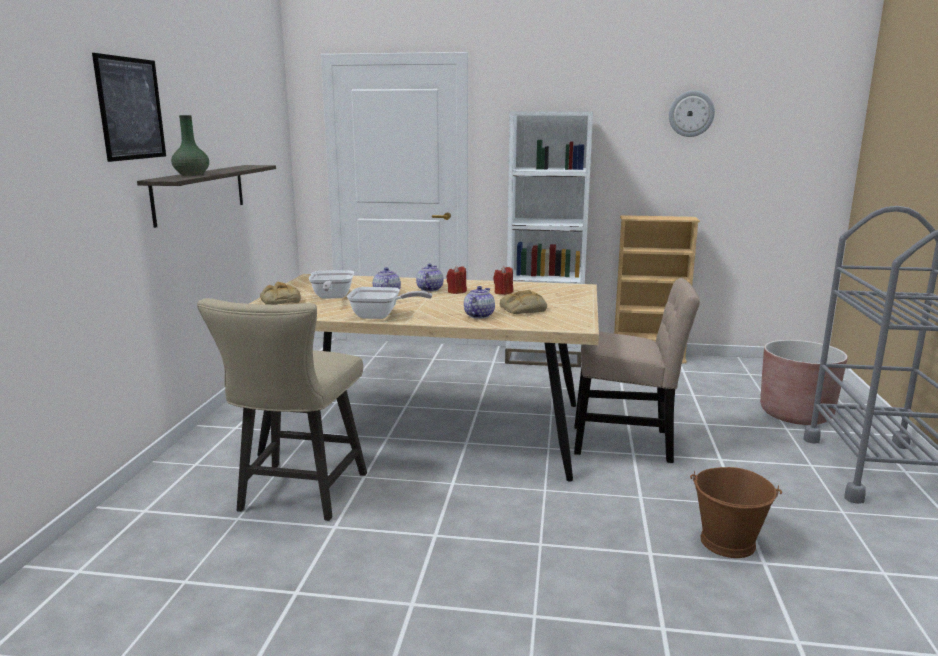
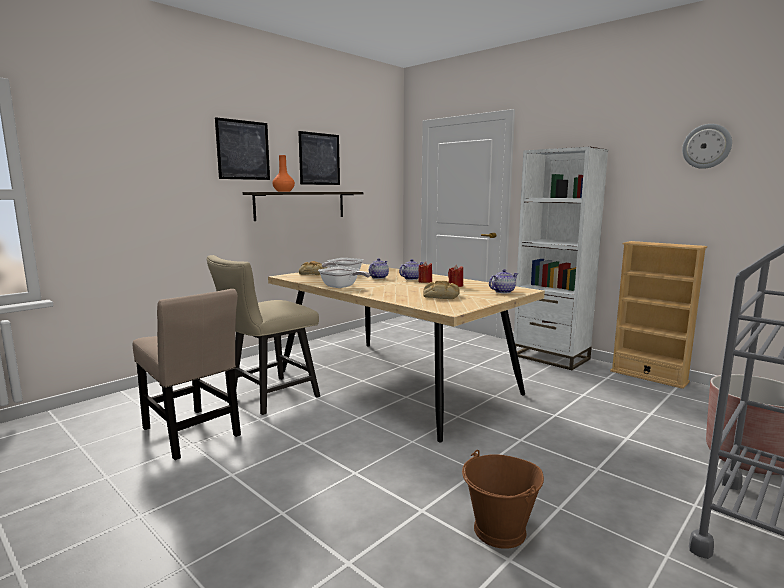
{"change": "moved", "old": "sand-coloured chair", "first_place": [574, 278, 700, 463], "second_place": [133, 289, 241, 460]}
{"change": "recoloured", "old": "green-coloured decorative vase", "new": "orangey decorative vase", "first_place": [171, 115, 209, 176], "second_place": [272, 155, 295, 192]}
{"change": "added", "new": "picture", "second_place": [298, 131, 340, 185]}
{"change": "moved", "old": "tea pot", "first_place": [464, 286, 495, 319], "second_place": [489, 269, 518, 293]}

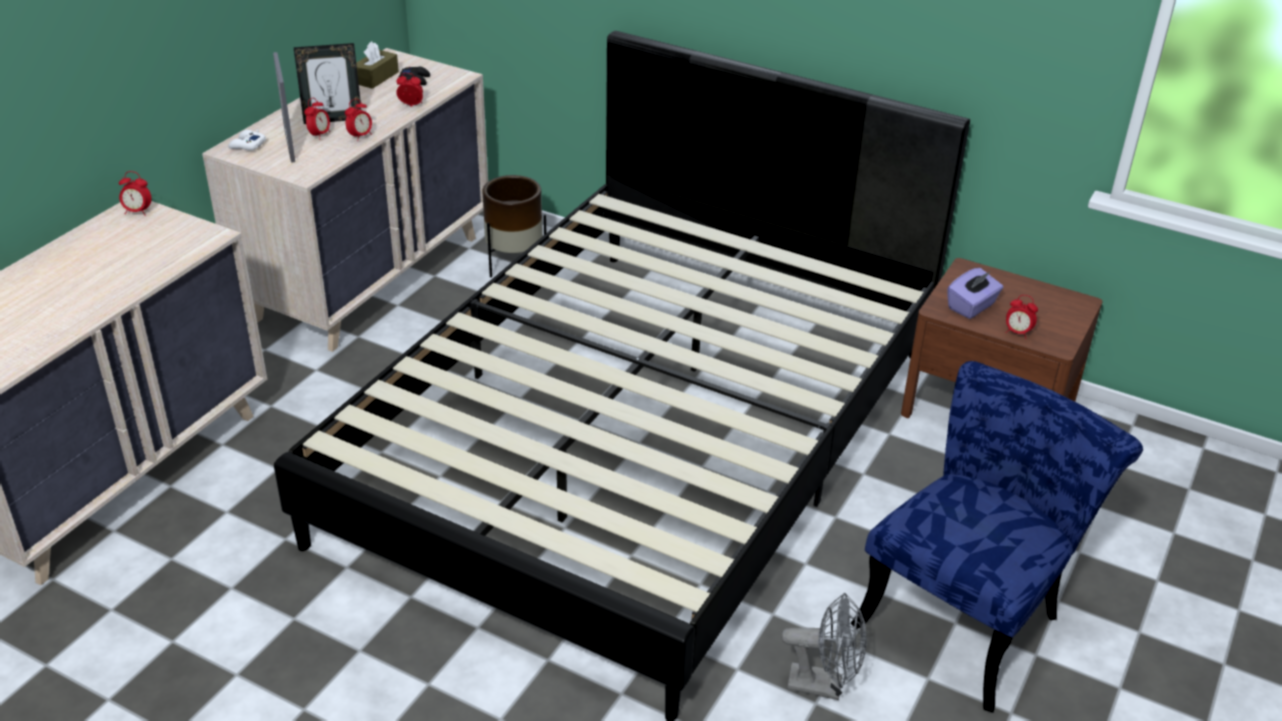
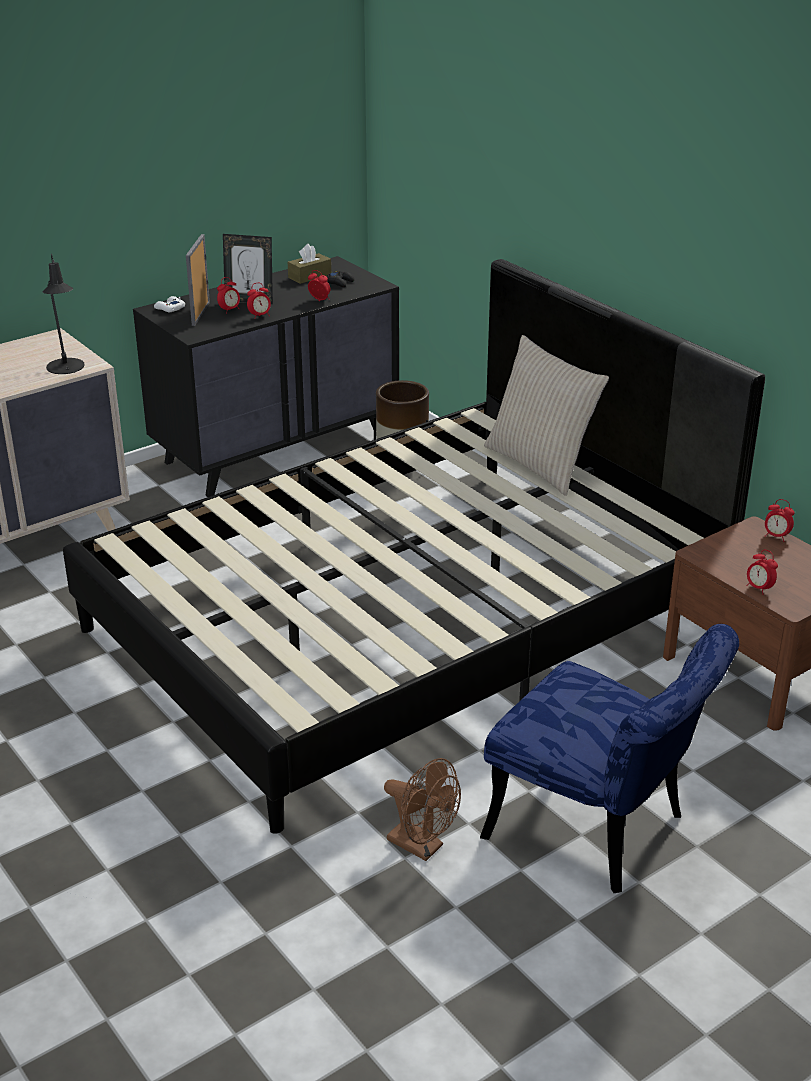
{"change": "added", "new": "black-coloured table lamp", "second_place": [43, 254, 85, 374]}
{"change": "recoloured", "old": "sand-coloured drawer chest", "new": "black-coloured drawer chest", "first_place": [202, 48, 488, 352], "second_place": [133, 256, 399, 497]}
{"change": "recoloured", "old": "grey cooling fan", "new": "brownish cooling fan", "first_place": [781, 593, 867, 700], "second_place": [384, 758, 461, 861]}
{"change": "turned", "old": "blue chair", "first_place": [851, 361, 1143, 713], "second_place": [480, 624, 739, 893], "degrees": 60}
{"change": "added", "new": "sand-coloured throw pillow", "second_place": [484, 335, 609, 496]}
{"change": "moved", "old": "alarm clock", "first_place": [119, 171, 151, 216], "second_place": [765, 499, 795, 542]}
{"change": "removed", "old": "purple box of tissues", "first_place": [947, 268, 1003, 319]}

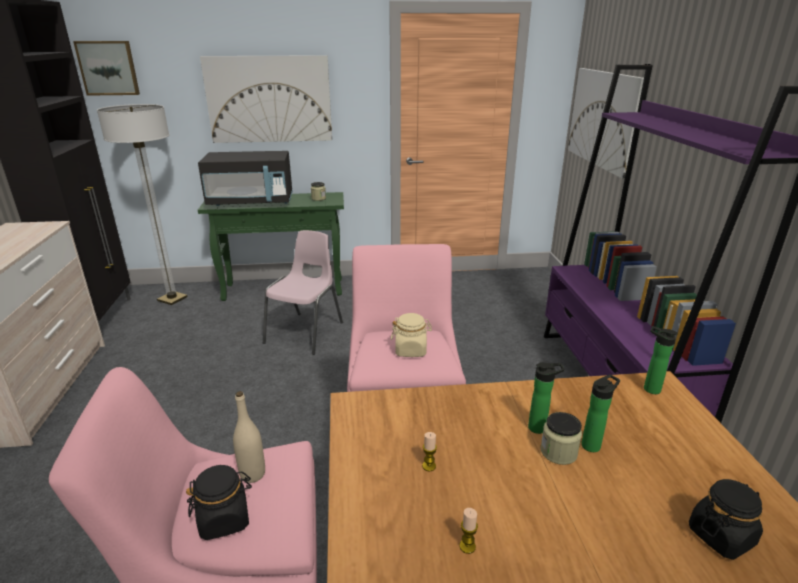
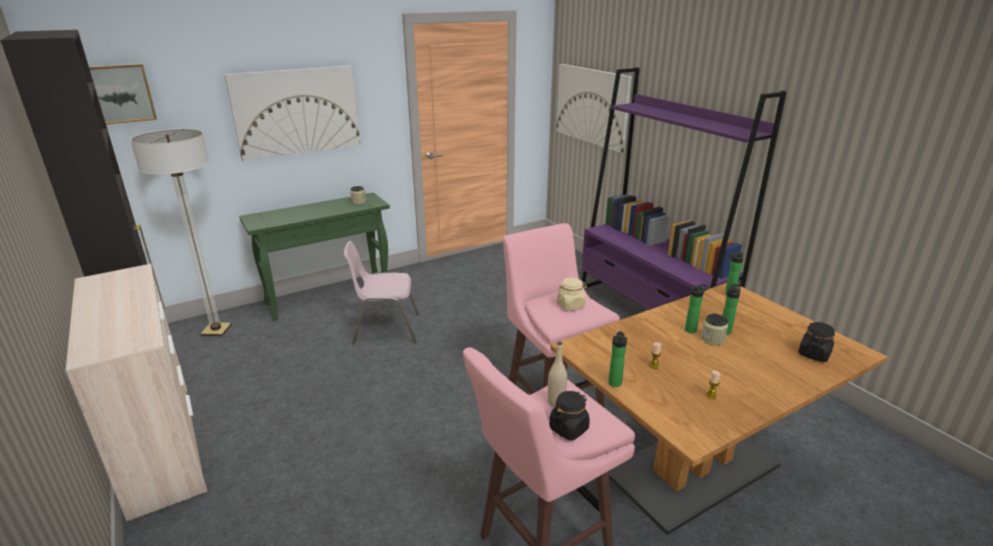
{"change": "turned", "old": "pink chair", "first_place": [263, 230, 343, 355], "second_place": [344, 241, 420, 344], "degrees": -90}
{"change": "added", "new": "drink bottle", "second_place": [608, 331, 627, 387]}
{"change": "removed", "old": "black-coloured microwave oven", "first_place": [198, 151, 293, 206]}

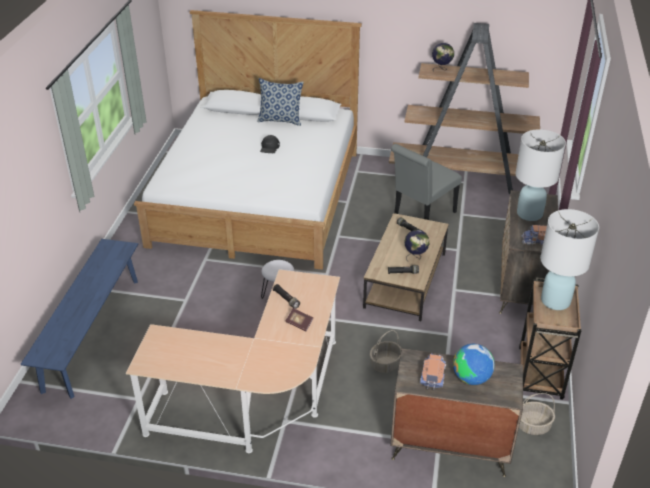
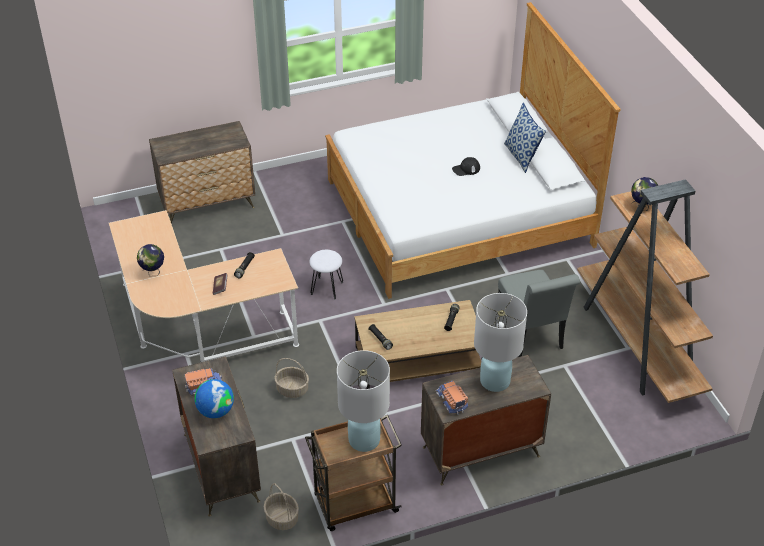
{"change": "moved", "old": "globe", "first_place": [405, 230, 429, 262], "second_place": [137, 244, 164, 276]}
{"change": "replaced", "old": "blue indoor bench", "new": "drawer chest", "first_place": [20, 239, 138, 399], "second_place": [149, 121, 255, 224]}
{"change": "turned", "old": "grey chair", "first_place": [391, 144, 462, 220], "second_place": [498, 270, 580, 357], "degrees": -120}

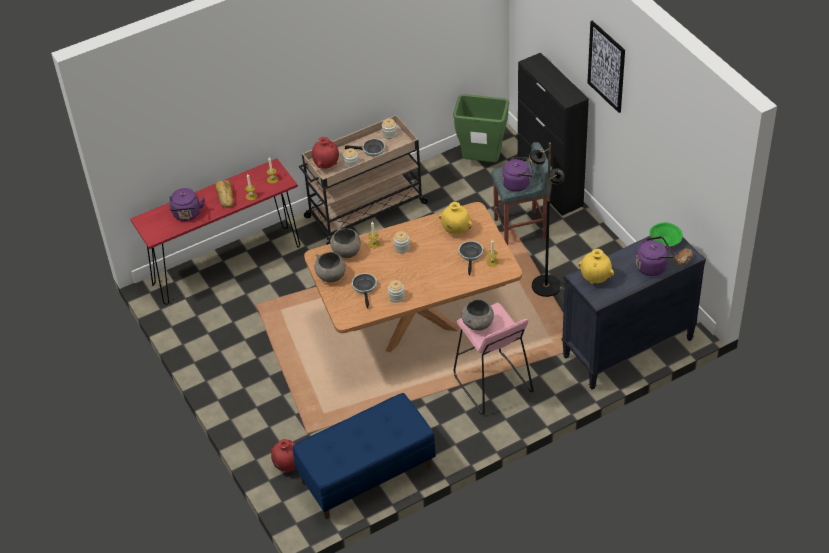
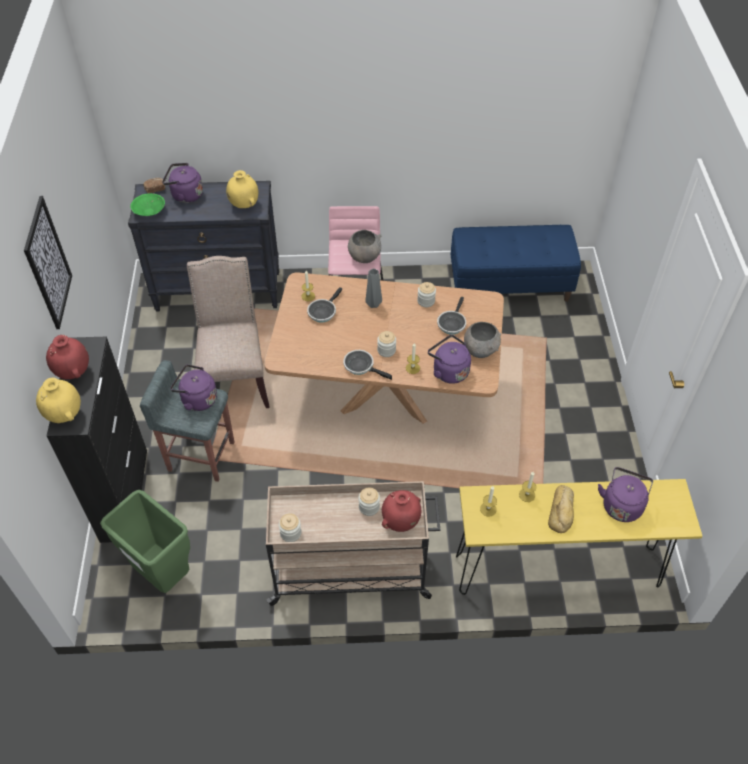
{"change": "moved", "old": "yellowish decorative vase", "first_place": [439, 202, 472, 234], "second_place": [36, 378, 81, 423]}
{"change": "moved", "old": "reddish decorative vase", "first_place": [270, 439, 296, 472], "second_place": [46, 335, 89, 379]}
{"change": "replaced", "old": "black-coloured standard lamp", "new": "sand-coloured chair", "first_place": [529, 143, 565, 297], "second_place": [187, 256, 270, 408]}
{"change": "moved", "old": "pan", "first_place": [345, 139, 385, 156], "second_place": [343, 350, 392, 380]}
{"change": "added", "new": "grey decorative vase", "second_place": [365, 268, 382, 308]}
{"change": "replaced", "old": "grey bowl", "new": "purple tea kettle", "first_place": [330, 227, 361, 258], "second_place": [428, 335, 471, 384]}
{"change": "recoloured", "old": "reddish narrow table", "new": "yellowish narrow table", "first_place": [130, 159, 300, 305], "second_place": [456, 479, 703, 595]}

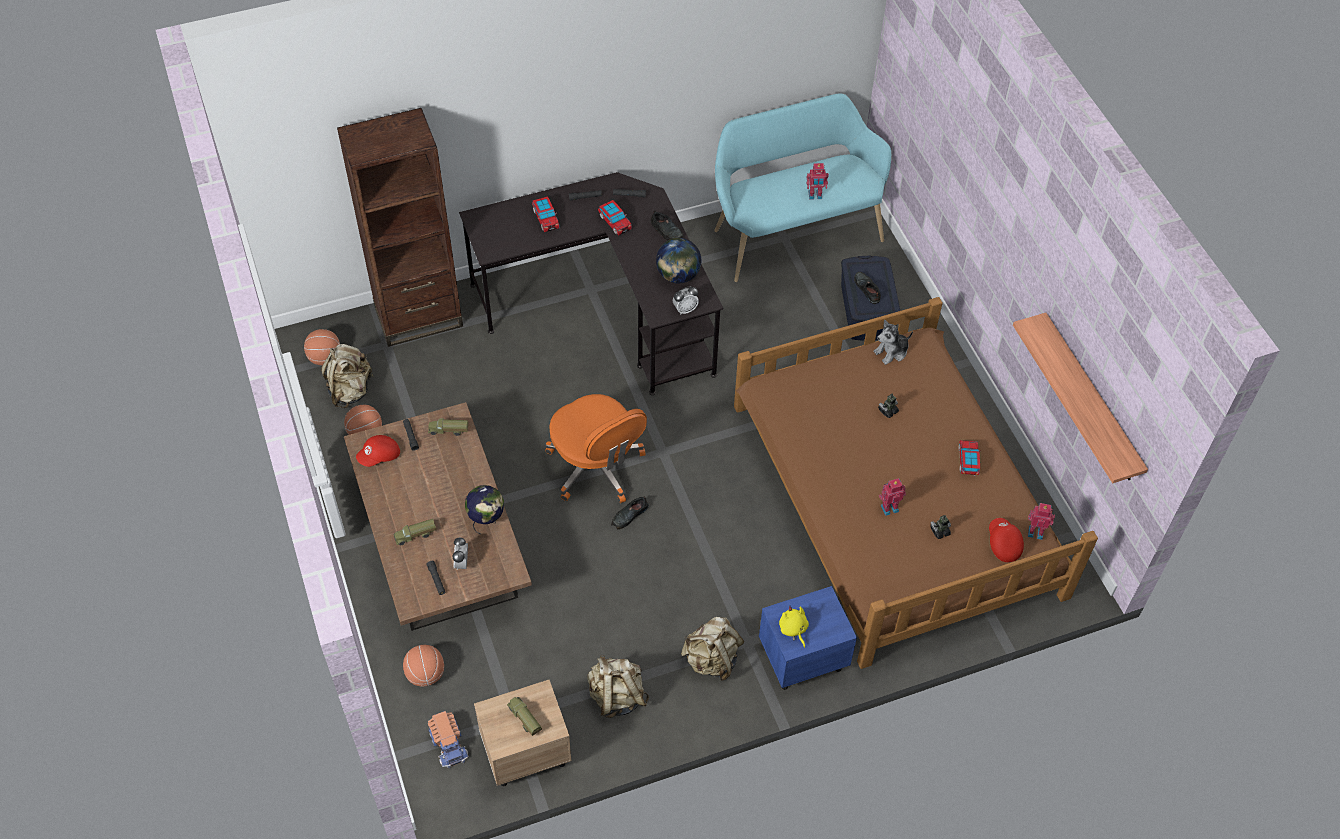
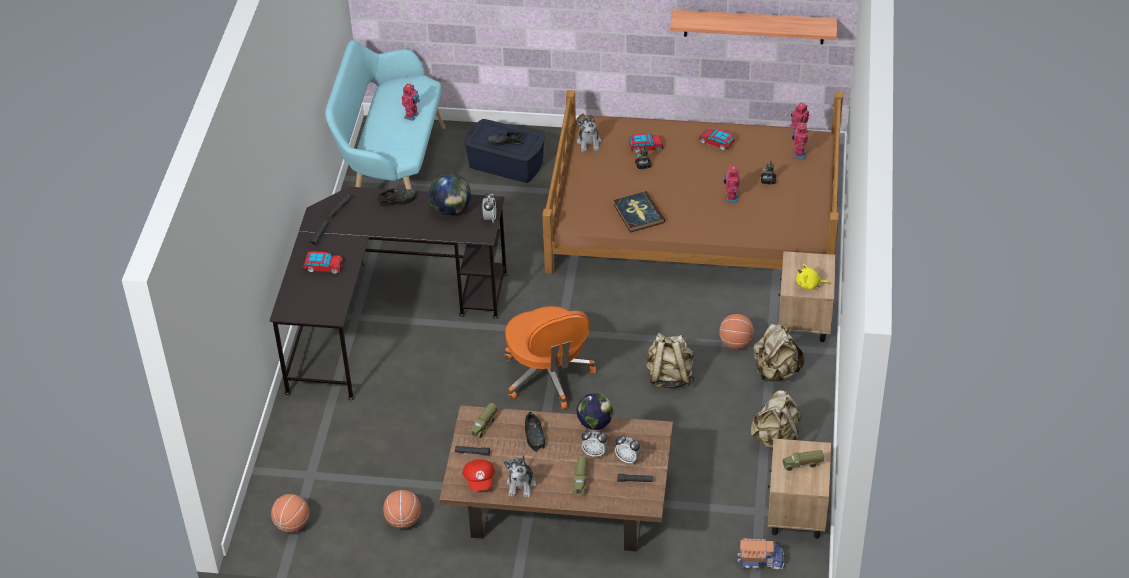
{"change": "turned", "old": "orangey computer chair", "first_place": [545, 394, 647, 503], "second_place": [504, 306, 596, 409], "degrees": 75}
{"change": "added", "new": "soft toy", "second_place": [504, 454, 536, 498]}
{"change": "moved", "old": "black-coloured shoe", "first_place": [611, 497, 649, 530], "second_place": [525, 412, 545, 452]}
{"change": "added", "new": "alarm clock", "second_place": [582, 430, 607, 457]}
{"change": "added", "new": "volume", "second_place": [614, 191, 665, 232]}
{"change": "moved", "old": "toy car", "first_place": [598, 200, 632, 236], "second_place": [628, 133, 663, 153]}
{"change": "moved", "old": "sand-coloured rucksack", "first_place": [321, 344, 374, 408], "second_place": [646, 333, 695, 388]}
{"change": "moved", "old": "basketball ball", "first_place": [403, 645, 444, 687], "second_place": [719, 314, 754, 349]}
{"change": "recoloured", "old": "blue nightstand", "new": "sand-coloured nightstand", "first_place": [759, 586, 857, 690], "second_place": [778, 251, 836, 342]}
{"change": "replaced", "old": "reddish peaked cap", "new": "robot figure", "first_place": [989, 518, 1024, 562], "second_place": [792, 122, 808, 159]}
{"change": "removed", "old": "brownish bookcase", "first_place": [337, 108, 463, 347]}

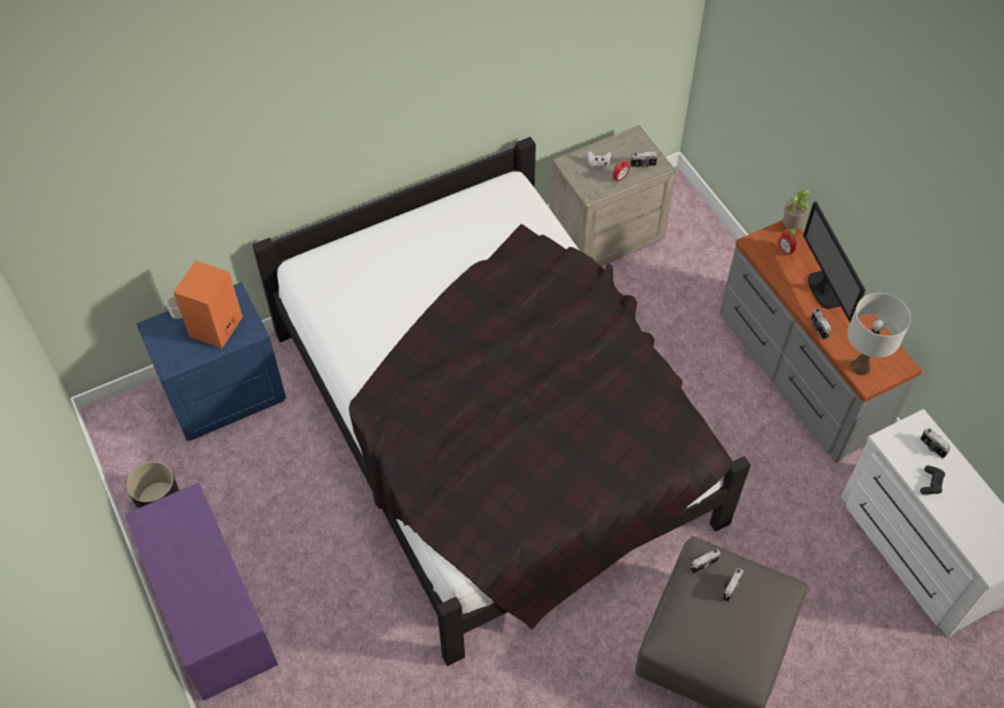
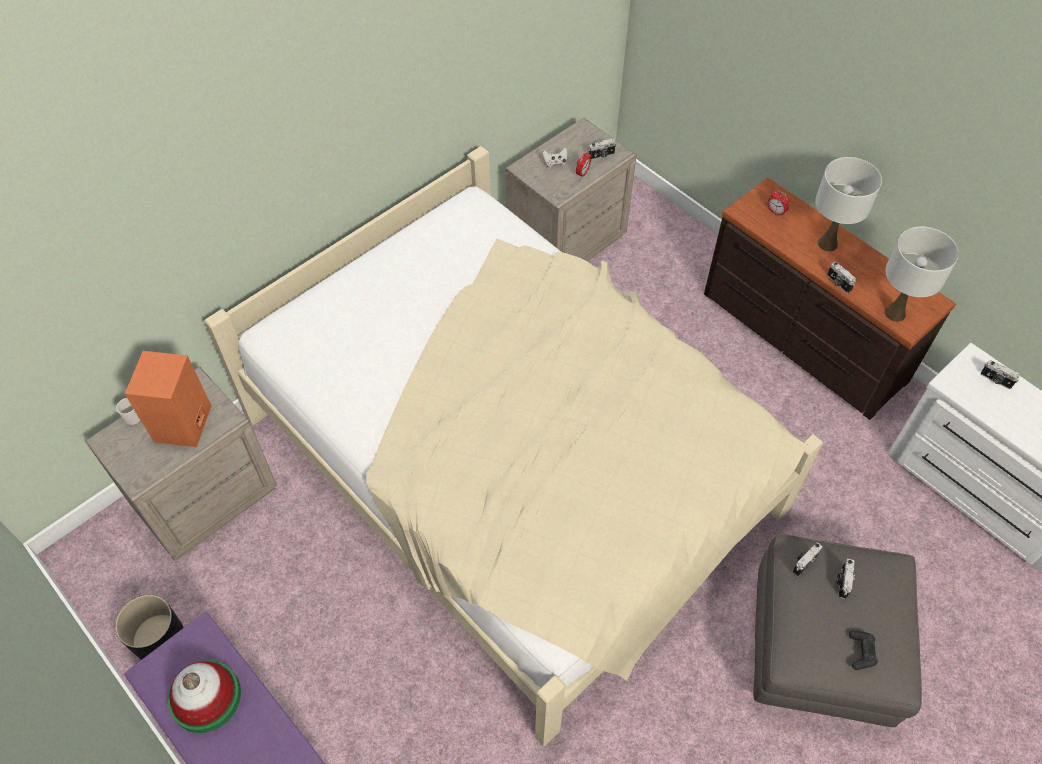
{"change": "recoloured", "old": "blue nightstand", "new": "sand-coloured nightstand", "first_place": [136, 282, 286, 441], "second_place": [85, 366, 277, 560]}
{"change": "added", "new": "clothing hat", "second_place": [168, 660, 241, 733]}
{"change": "recoloured", "old": "black-coloured bedroom bed", "new": "sand-coloured bedroom bed", "first_place": [252, 137, 751, 666], "second_place": [204, 146, 823, 746]}
{"change": "recoloured", "old": "grey drawer chest", "new": "brownish drawer chest", "first_place": [719, 220, 922, 463], "second_place": [704, 178, 956, 420]}
{"change": "replaced", "old": "computer display", "new": "whitish table lamp", "first_place": [803, 201, 866, 322], "second_place": [815, 157, 882, 251]}
{"change": "moved", "old": "black-coloured joypad", "first_place": [920, 465, 945, 495], "second_place": [849, 630, 878, 670]}
{"change": "removed", "old": "houseplant", "first_place": [783, 190, 811, 238]}

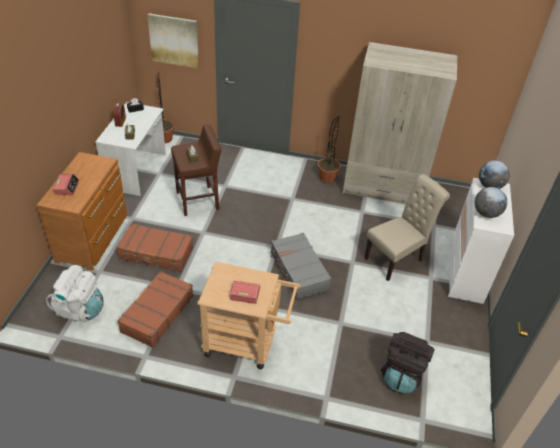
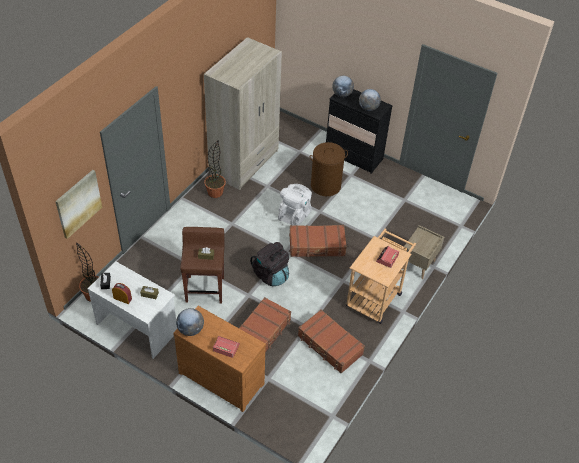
{"change": "added", "new": "globe", "second_place": [176, 308, 204, 336]}
{"change": "moved", "old": "black-coloured rucksack", "first_place": [381, 332, 435, 394], "second_place": [250, 242, 289, 286]}
{"change": "moved", "old": "whitish rucksack", "first_place": [46, 265, 104, 322], "second_place": [278, 184, 312, 225]}
{"change": "recoloured", "old": "grey suitcase", "new": "brownish suitcase", "first_place": [271, 233, 332, 300], "second_place": [289, 225, 347, 257]}
{"change": "replaced", "old": "sand-coloured chair", "new": "brownish washing basket", "first_place": [364, 174, 450, 281], "second_place": [310, 142, 348, 196]}
{"change": "recoloured", "old": "whitish drawer chest", "new": "black-coloured drawer chest", "first_place": [448, 178, 514, 304], "second_place": [326, 89, 393, 173]}
{"change": "added", "new": "sand-coloured nightstand", "second_place": [402, 225, 444, 279]}

